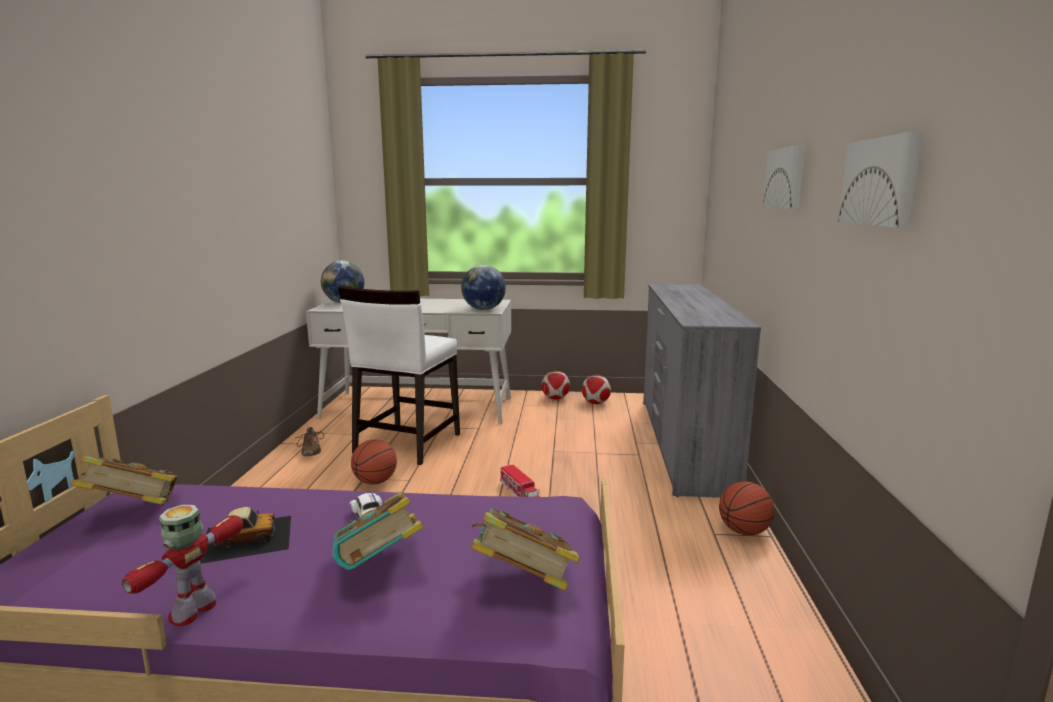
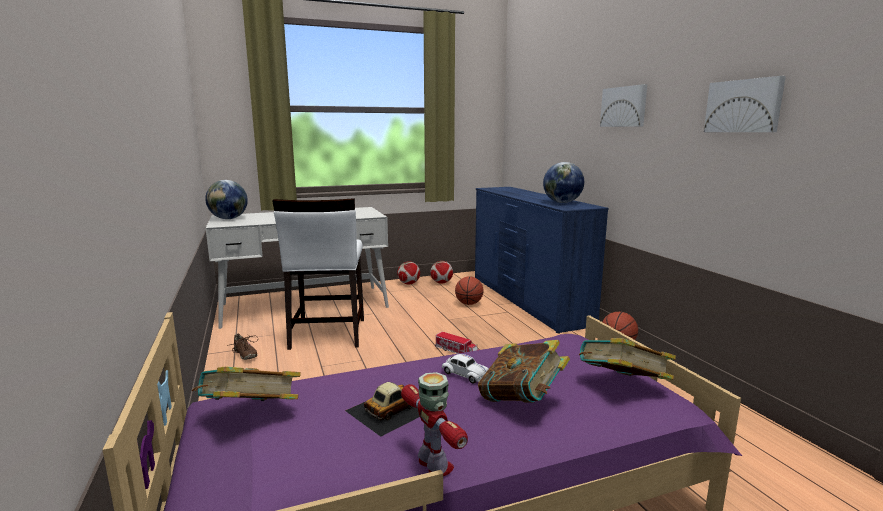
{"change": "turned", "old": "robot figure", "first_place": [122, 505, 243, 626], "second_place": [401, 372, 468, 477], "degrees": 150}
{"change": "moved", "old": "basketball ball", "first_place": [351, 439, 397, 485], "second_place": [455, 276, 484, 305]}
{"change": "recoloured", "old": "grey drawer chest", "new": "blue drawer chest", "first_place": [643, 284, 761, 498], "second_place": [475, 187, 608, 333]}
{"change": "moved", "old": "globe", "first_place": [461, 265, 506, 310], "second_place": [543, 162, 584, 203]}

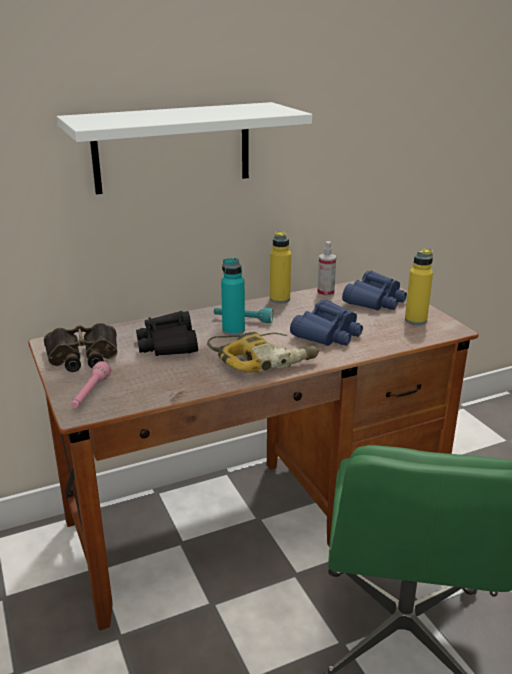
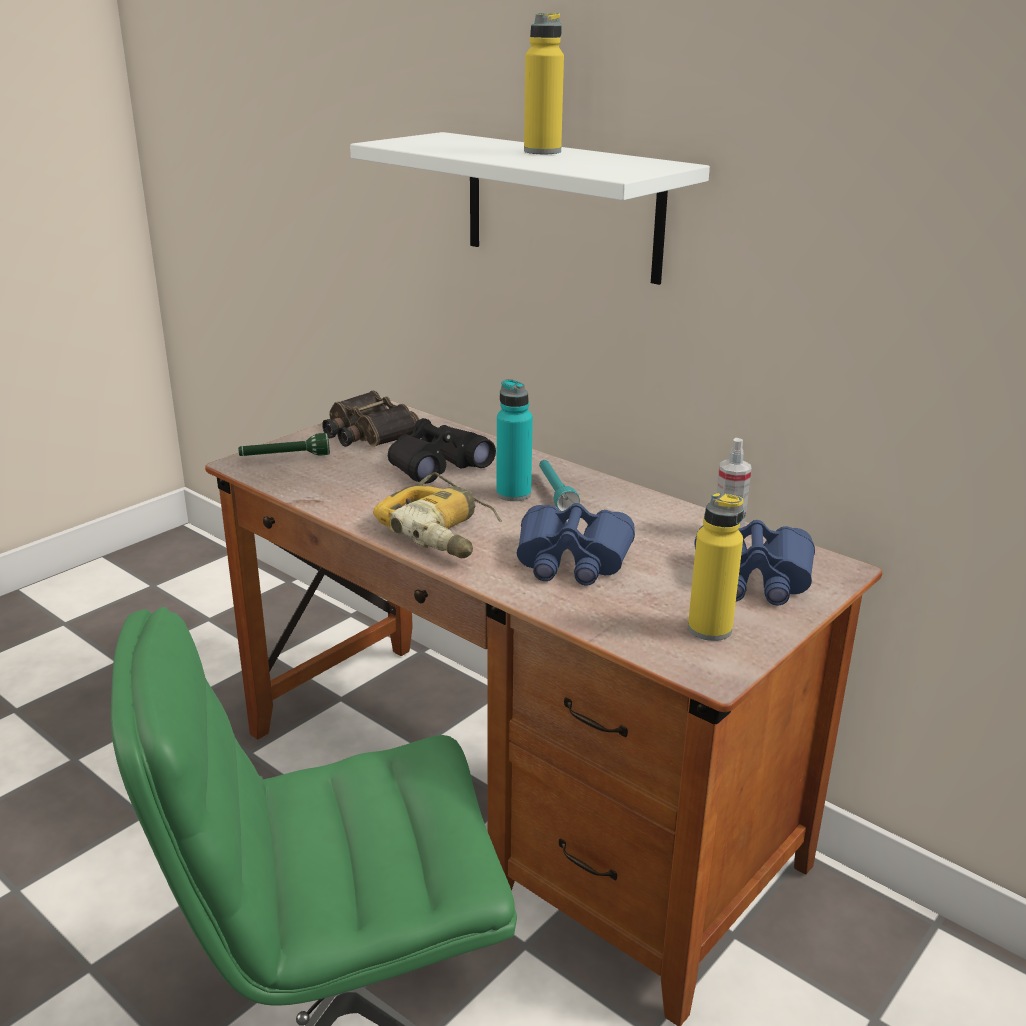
{"change": "recoloured", "old": "pink hand torch", "new": "green-coloured hand torch", "first_place": [71, 361, 111, 408], "second_place": [238, 433, 330, 456]}
{"change": "moved", "old": "yellowish drink bottle", "first_place": [270, 231, 291, 303], "second_place": [524, 13, 564, 154]}

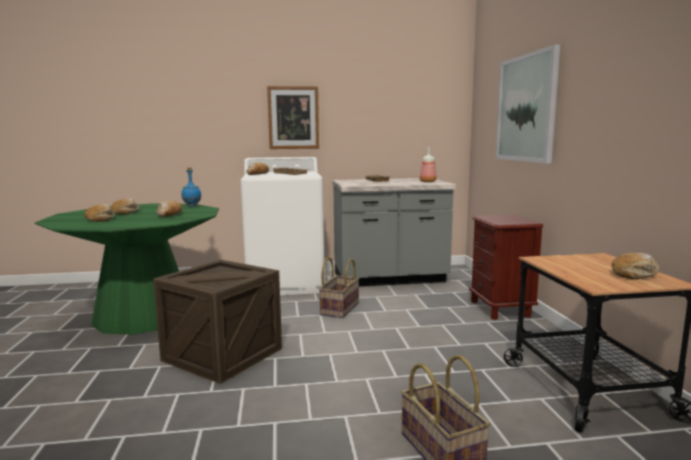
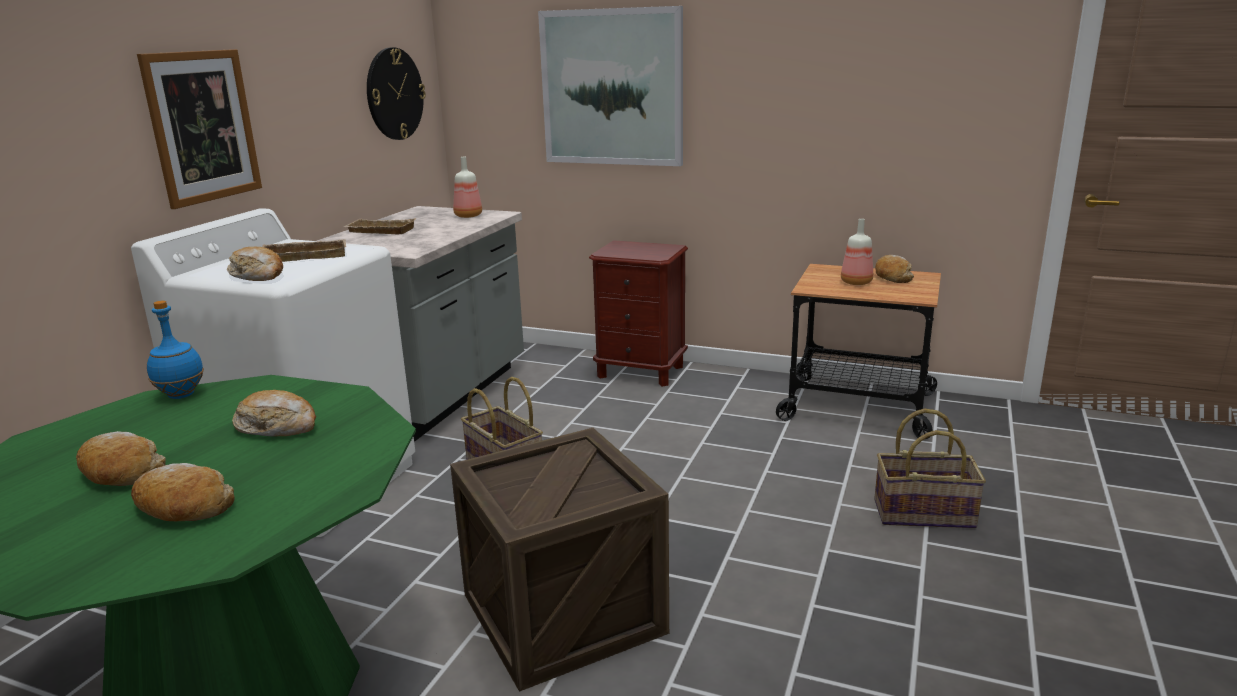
{"change": "added", "new": "hanging clock", "second_place": [367, 47, 426, 140]}
{"change": "added", "new": "drink bottle", "second_place": [841, 219, 873, 285]}

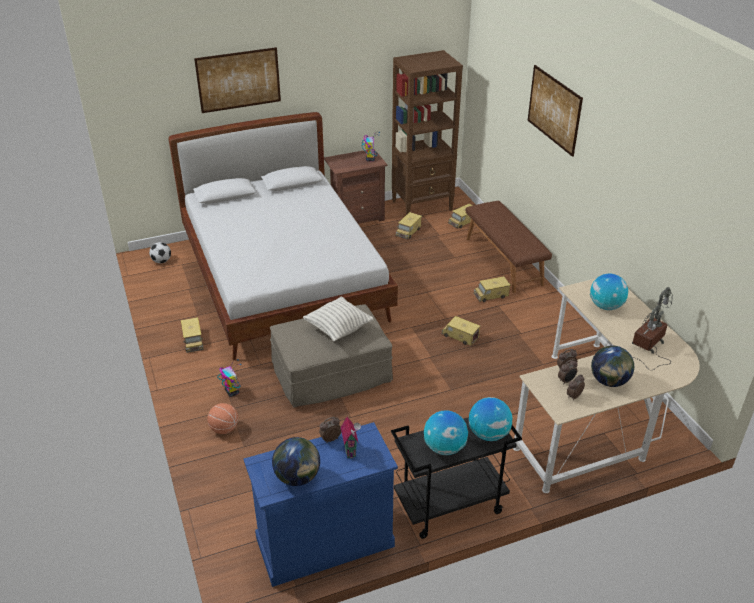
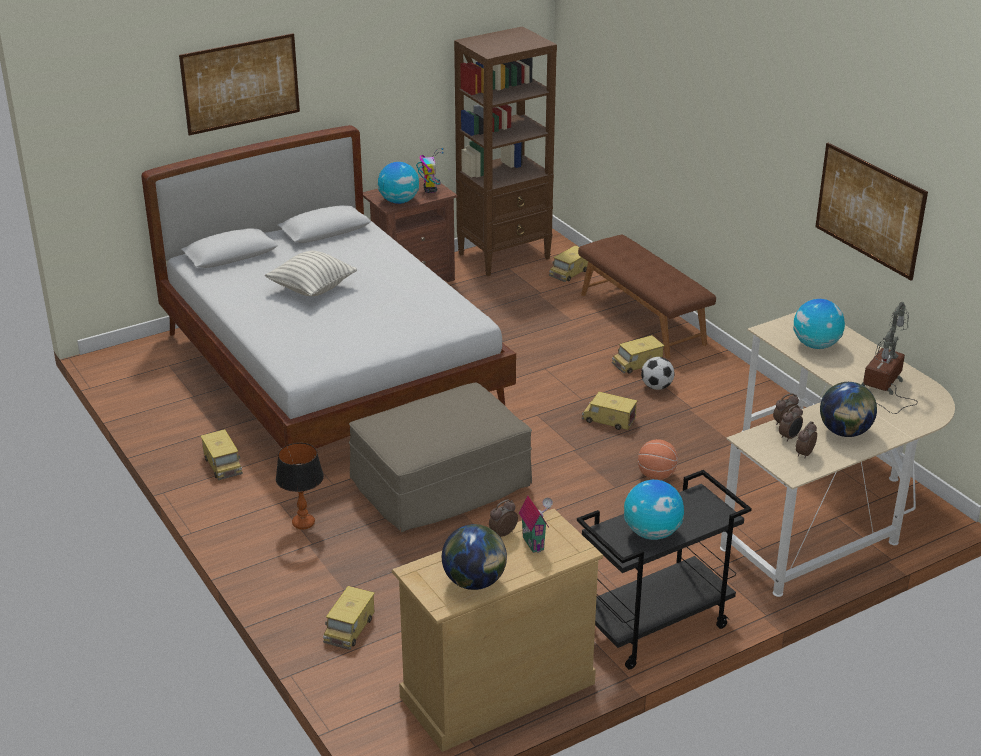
{"change": "moved", "old": "throw pillow", "first_place": [303, 296, 374, 342], "second_place": [265, 251, 357, 296]}
{"change": "replaced", "old": "robot figure", "new": "table lamp", "first_place": [217, 359, 242, 397], "second_place": [276, 443, 324, 530]}
{"change": "moved", "old": "toy lorry", "first_place": [396, 212, 422, 239], "second_place": [323, 586, 375, 650]}
{"change": "moved", "old": "globe", "first_place": [469, 397, 512, 441], "second_place": [378, 162, 419, 204]}
{"change": "recoloured", "old": "blue drawer chest", "new": "sand-coloured drawer chest", "first_place": [243, 422, 398, 587], "second_place": [392, 509, 603, 752]}
{"change": "moved", "old": "basketball ball", "first_place": [207, 403, 238, 434], "second_place": [638, 439, 678, 480]}
{"change": "moved", "old": "ball for football", "first_place": [149, 242, 171, 263], "second_place": [641, 357, 674, 390]}
{"change": "moved", "old": "picture", "first_place": [528, 65, 583, 157], "second_place": [815, 143, 928, 281]}

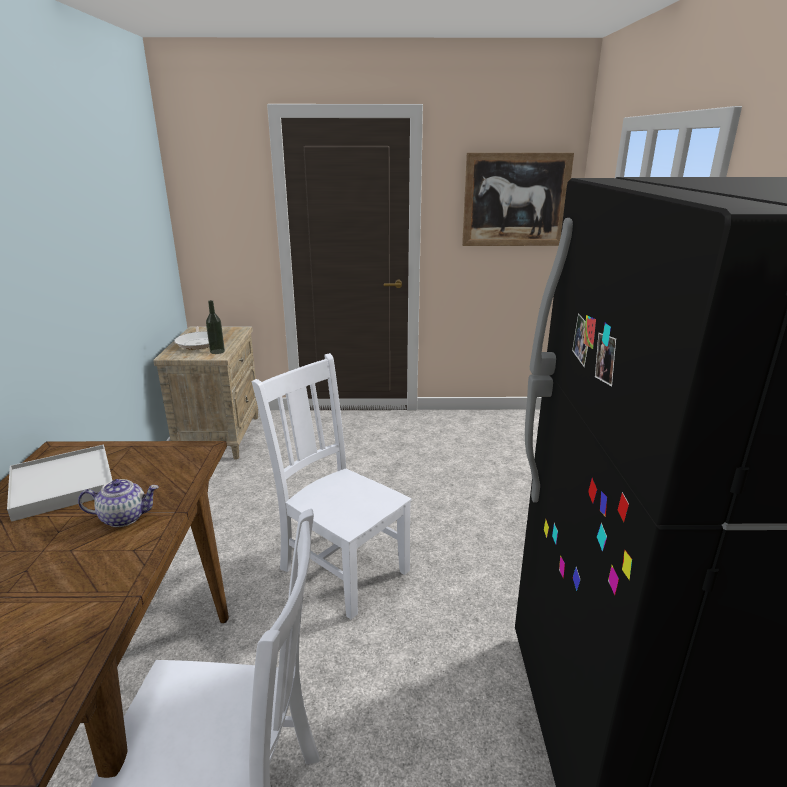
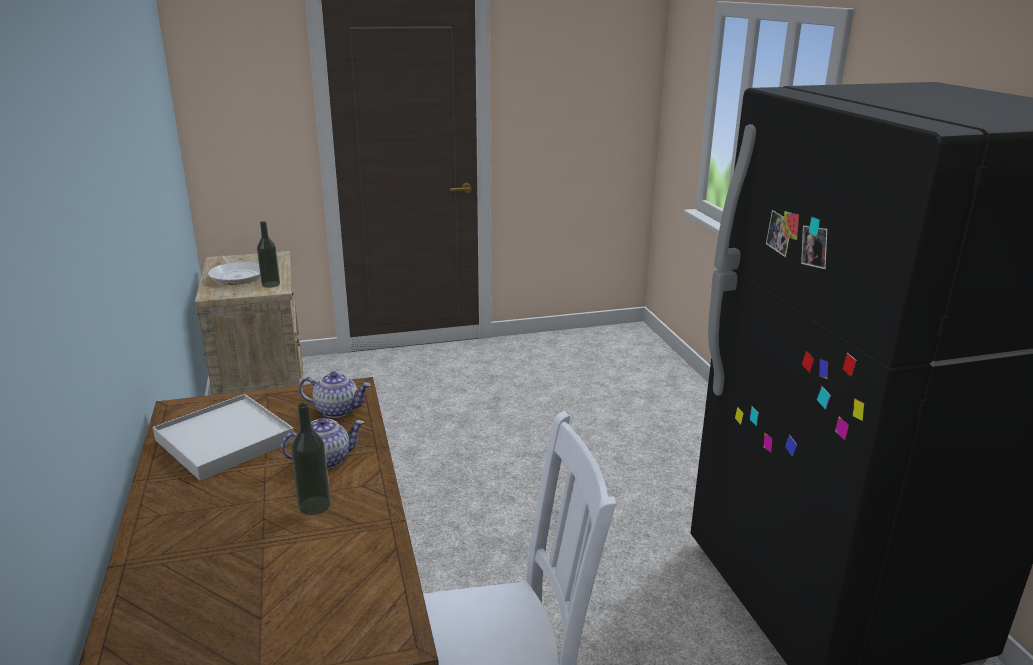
{"change": "added", "new": "drink bottle", "second_place": [291, 402, 331, 515]}
{"change": "added", "new": "tea pot", "second_place": [299, 371, 371, 418]}
{"change": "removed", "old": "whitish chair", "first_place": [252, 353, 411, 619]}
{"change": "removed", "old": "picture", "first_place": [462, 153, 574, 246]}

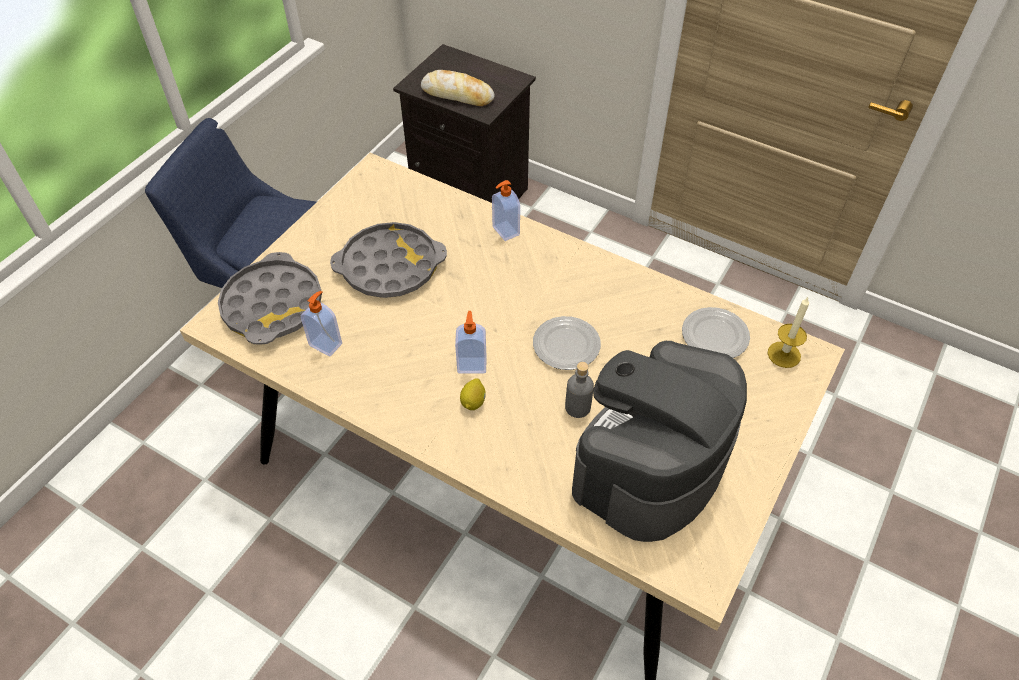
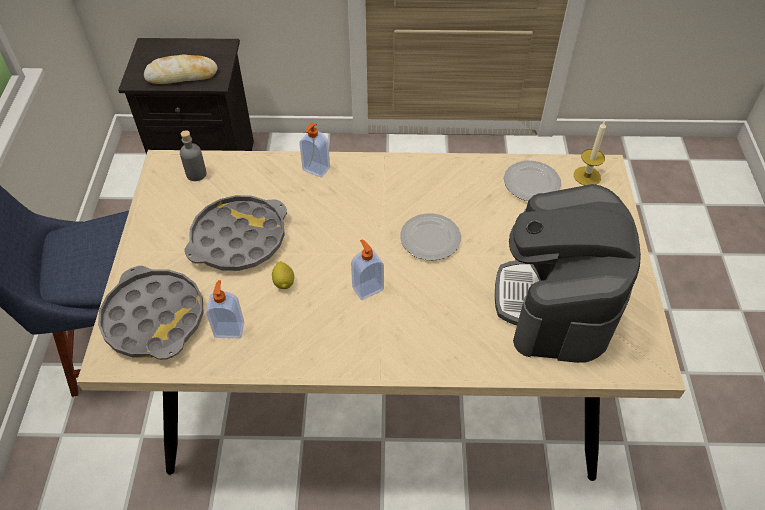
{"change": "moved", "old": "grey drink bottle", "first_place": [565, 362, 594, 418], "second_place": [180, 130, 207, 181]}
{"change": "moved", "old": "whole lemon", "first_place": [460, 378, 486, 410], "second_place": [272, 261, 294, 289]}

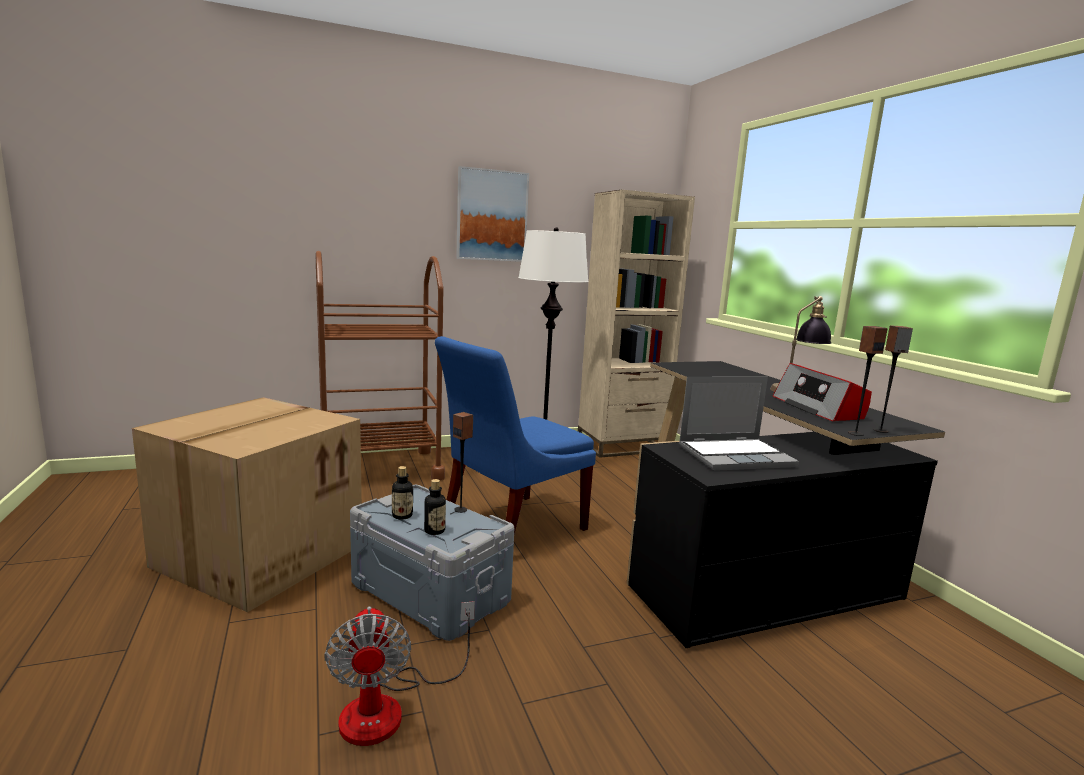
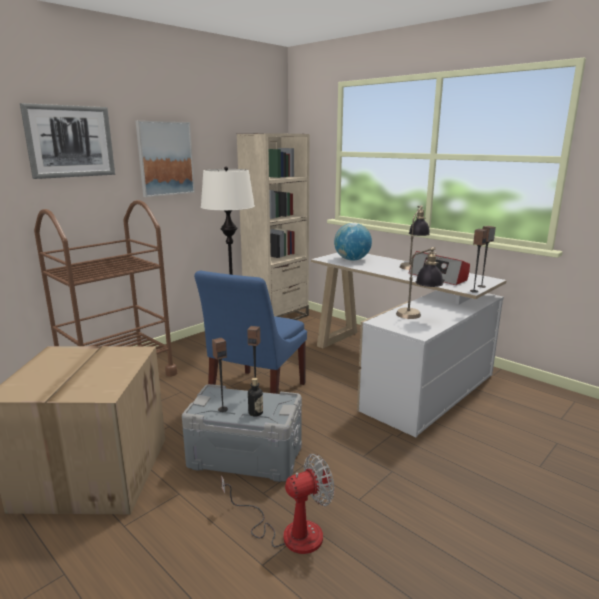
{"change": "added", "new": "picture", "second_place": [20, 103, 115, 179]}
{"change": "replaced", "old": "drink bottle", "new": "loudspeaker", "first_place": [392, 466, 413, 520], "second_place": [212, 337, 228, 412]}
{"change": "turned", "old": "cooling fan", "first_place": [324, 601, 475, 746], "second_place": [221, 454, 334, 554], "degrees": -75}
{"change": "recoloured", "old": "black-coloured desk table", "new": "whitish desk table", "first_place": [627, 361, 945, 648], "second_place": [311, 253, 507, 437]}
{"change": "added", "new": "globe", "second_place": [334, 223, 372, 261]}
{"change": "replaced", "old": "laptop", "new": "table lamp", "first_place": [679, 377, 799, 471], "second_place": [396, 247, 443, 319]}

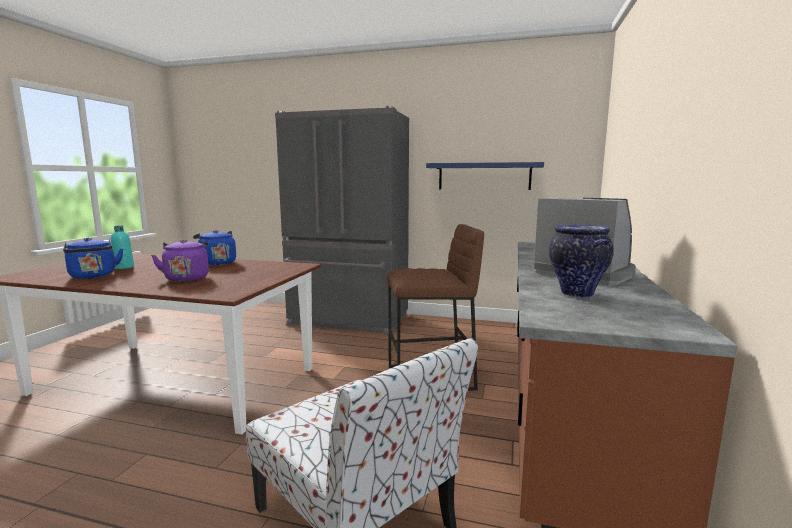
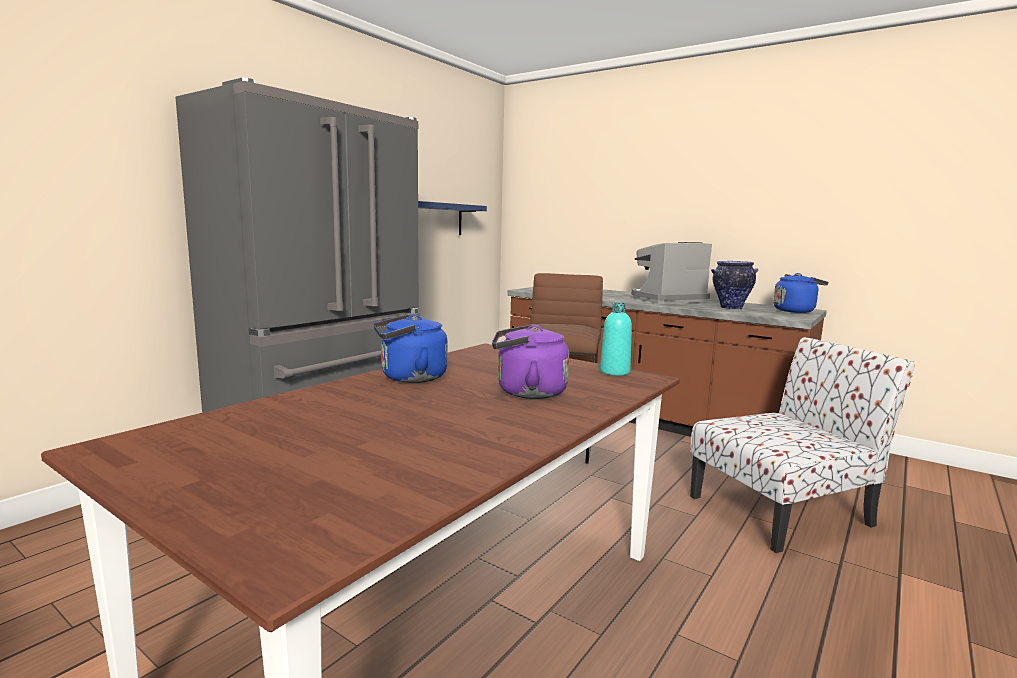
{"change": "moved", "old": "turquoise-coloured drink bottle", "first_place": [111, 226, 134, 269], "second_place": [600, 302, 632, 376]}
{"change": "moved", "old": "blue tea kettle", "first_place": [63, 237, 123, 279], "second_place": [773, 273, 828, 313]}

